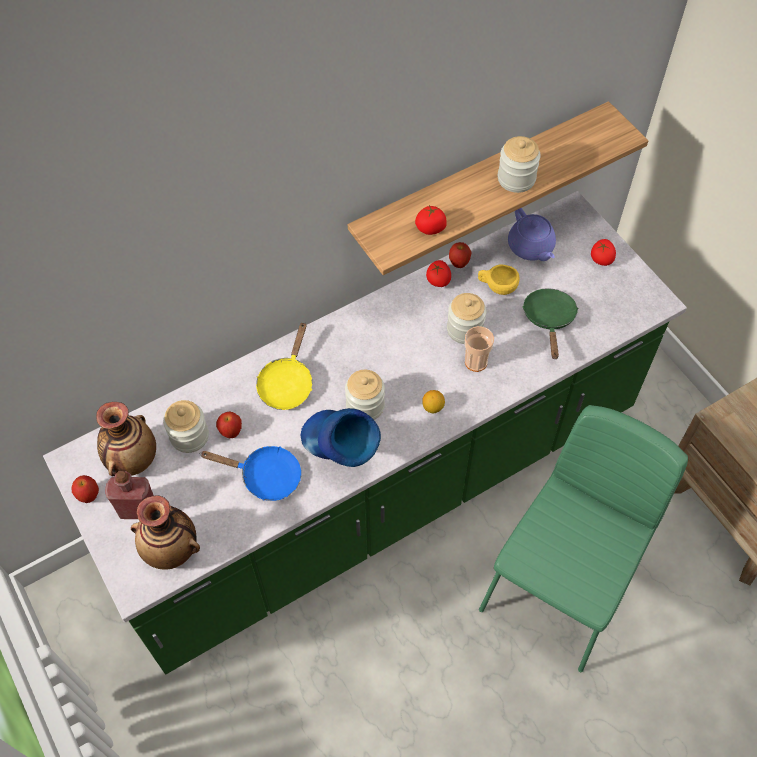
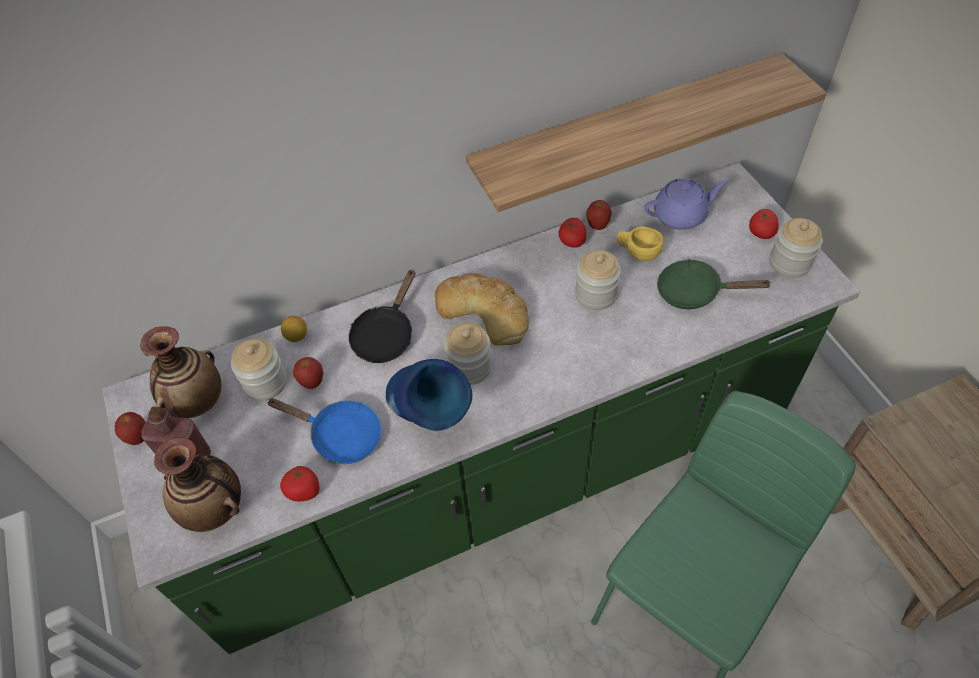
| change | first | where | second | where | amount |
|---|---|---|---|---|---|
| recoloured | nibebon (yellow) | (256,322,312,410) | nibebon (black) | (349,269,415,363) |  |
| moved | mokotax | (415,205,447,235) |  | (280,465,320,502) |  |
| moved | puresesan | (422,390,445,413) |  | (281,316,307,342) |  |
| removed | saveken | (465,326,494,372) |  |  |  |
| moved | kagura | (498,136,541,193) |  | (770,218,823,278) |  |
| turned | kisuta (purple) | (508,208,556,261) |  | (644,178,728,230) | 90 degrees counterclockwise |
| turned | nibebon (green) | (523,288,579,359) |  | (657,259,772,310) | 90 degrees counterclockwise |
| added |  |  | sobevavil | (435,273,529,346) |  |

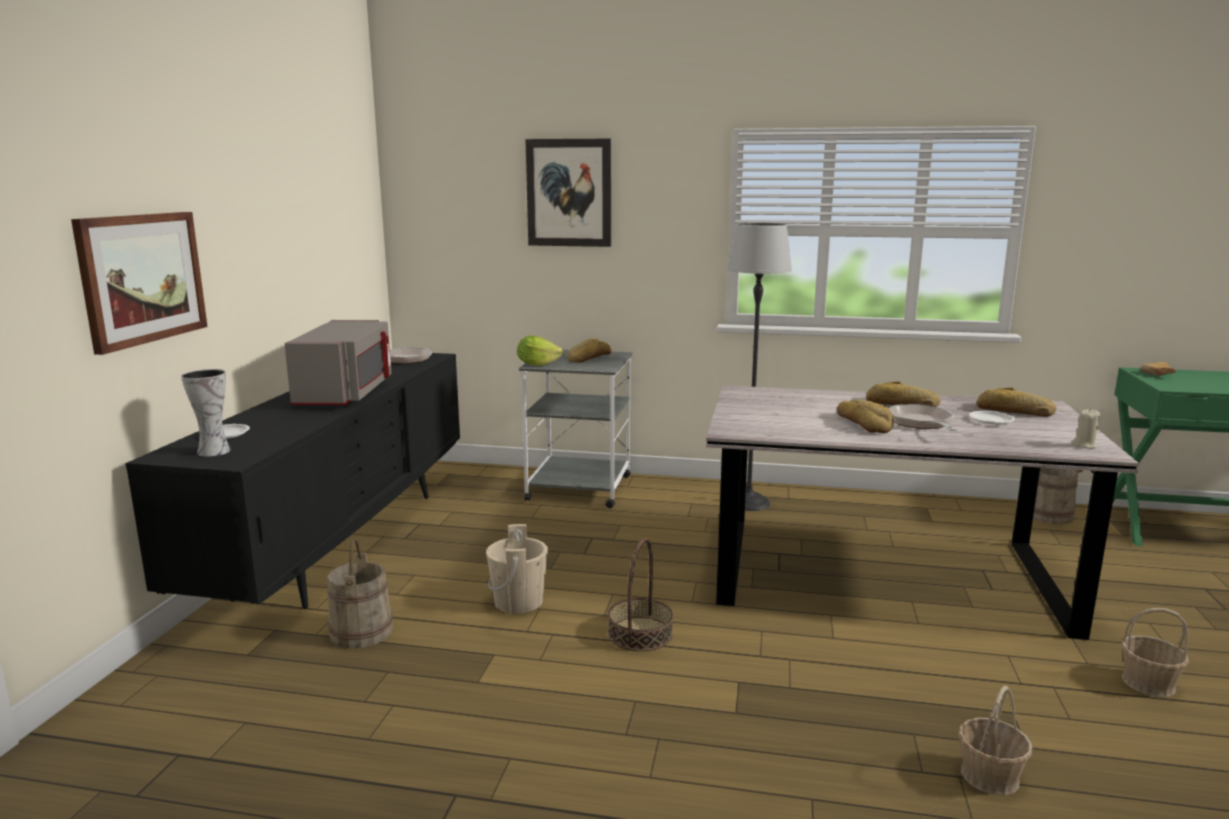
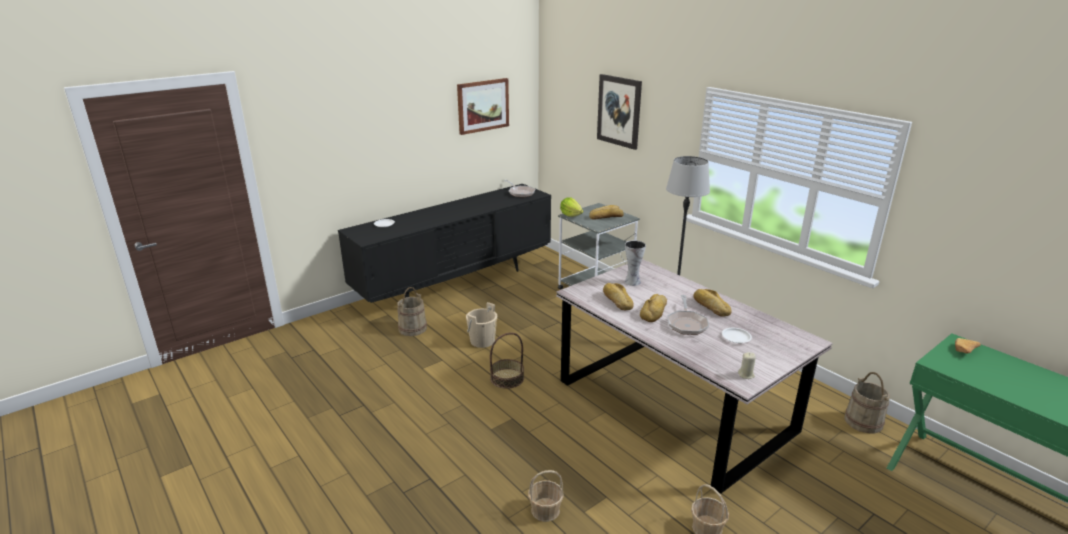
| change | first | where | second | where | amount |
|---|---|---|---|---|---|
| moved | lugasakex | (71,212,208,355) |  | (457,78,509,135) |  |
| moved | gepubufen | (181,369,231,457) |  | (625,240,646,286) |  |
| removed | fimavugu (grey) | (285,320,392,405) |  |  |  |
| turned | nibebon | (888,404,957,431) |  | (667,295,709,335) | 150 degrees clockwise |
| moved | sobevavil | (976,388,1056,417) |  | (603,283,634,310) |  |

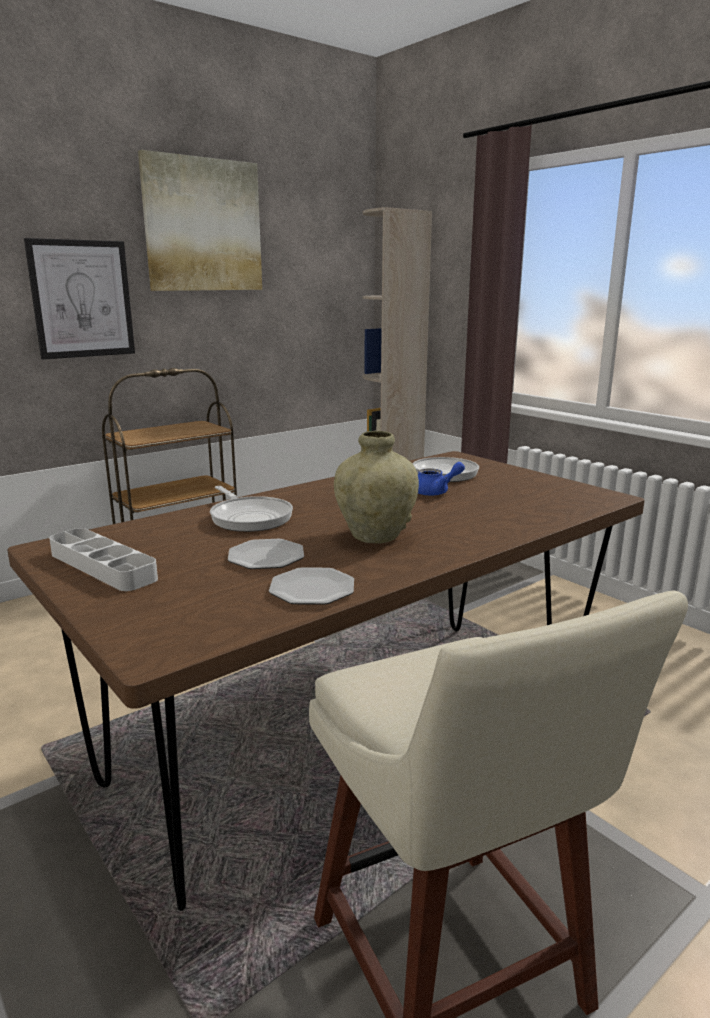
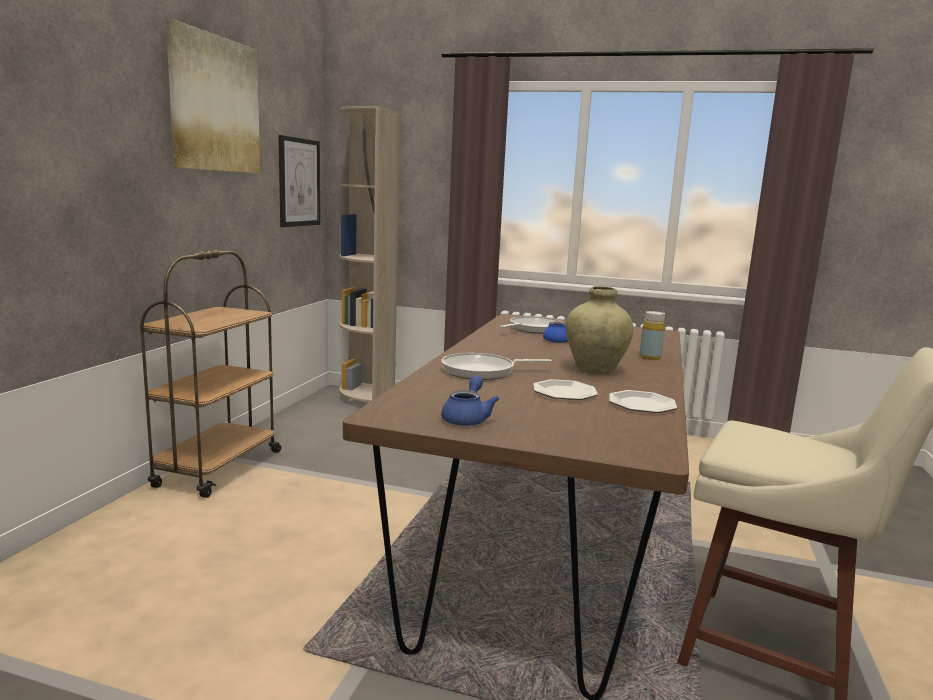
| change | first | where | second | where | amount |
|---|---|---|---|---|---|
| moved | lugasakex | (24,238,135,360) |  | (278,135,320,227) |  |
| replaced | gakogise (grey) | (49,528,158,591) | kisuta (blue) | (441,375,499,426) |  |
| turned | nibebon | (210,486,293,532) |  | (441,353,552,380) | 150 degrees clockwise |
| added |  |  | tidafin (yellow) | (640,311,665,360) |  |

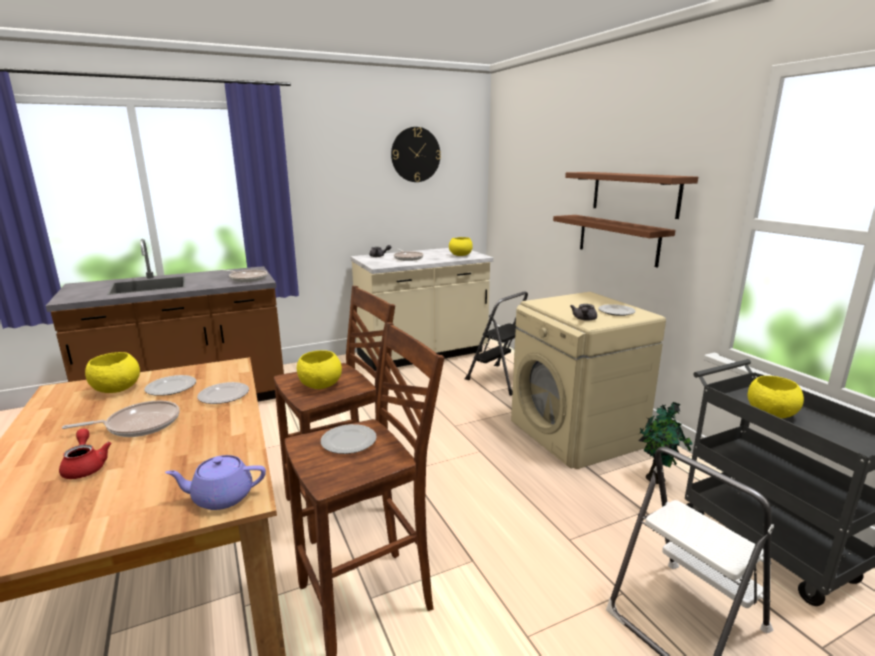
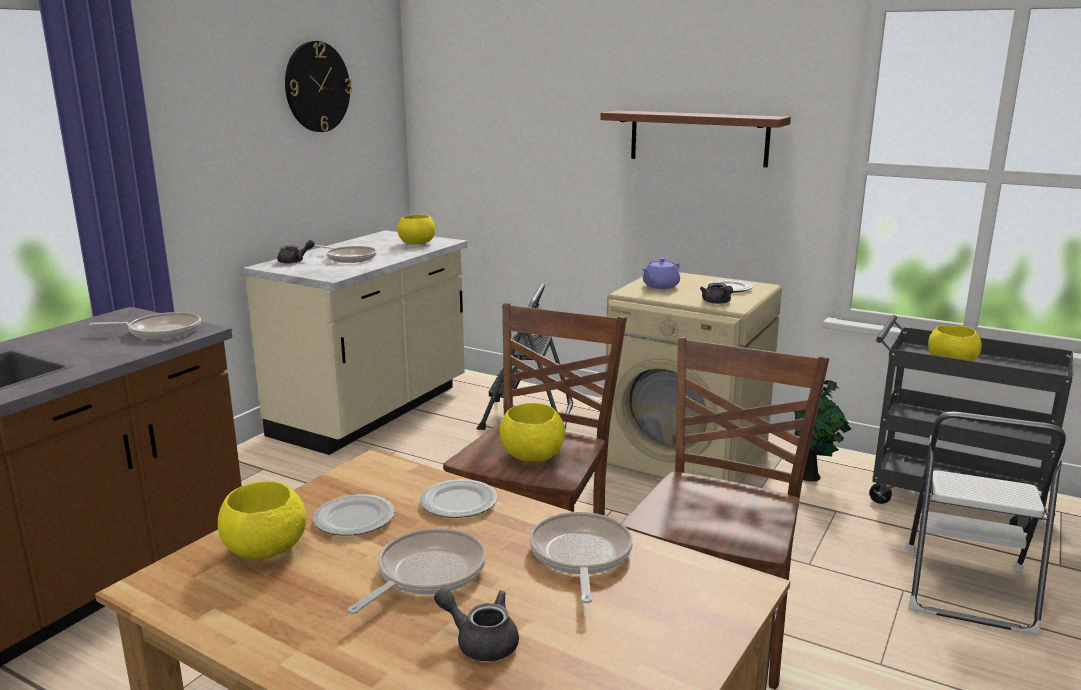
| change | first | where | second | where | amount |
|---|---|---|---|---|---|
| recoloured | kisuta (red) | (59,429,112,479) | kisuta (grey) | (434,588,519,661) |  |
| moved | kisuta (purple) | (165,455,266,510) |  | (642,258,680,289) |  |
| removed | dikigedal | (321,424,377,454) |  |  |  |
| removed | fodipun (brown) | (553,215,675,267) |  |  |  |
| added |  |  | nibebon | (529,512,633,603) |  |

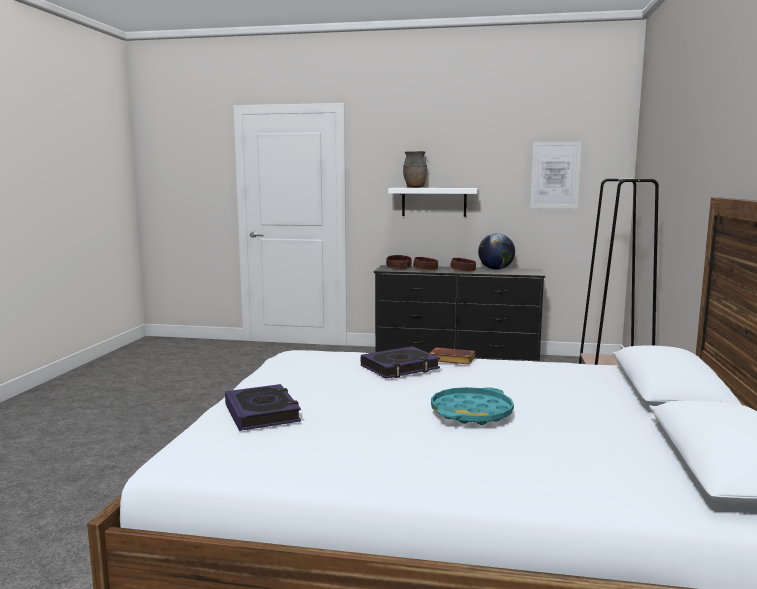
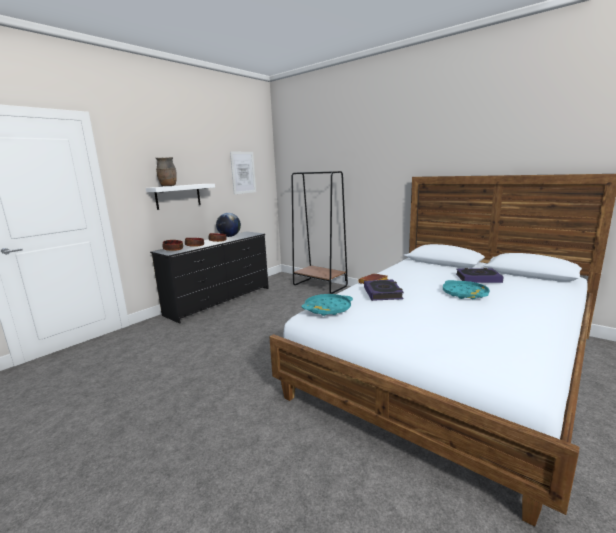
| change | first | where | second | where | amount |
|---|---|---|---|---|---|
| moved | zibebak | (225,384,301,431) |  | (456,268,504,283) |  |
| added |  |  | gakogise (turquoise) | (302,294,353,316) |  |

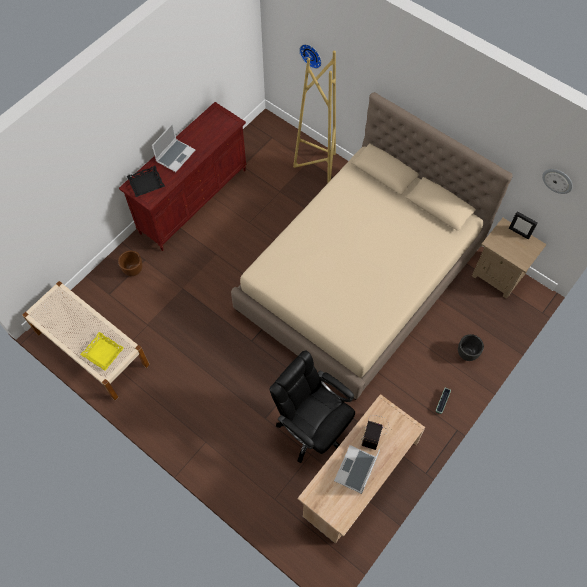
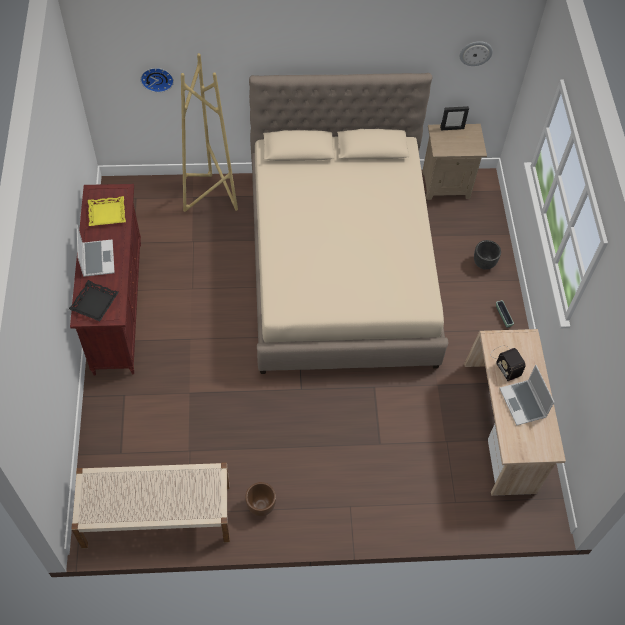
| change | first | where | second | where | amount |
|---|---|---|---|---|---|
| moved | gakogise (yellow) | (80,332,124,371) |  | (88,196,126,226) |  |
| moved | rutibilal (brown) | (118,251,143,276) |  | (245,482,276,516) |  |
| removed | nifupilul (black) | (269,350,355,463) |  |  |  |

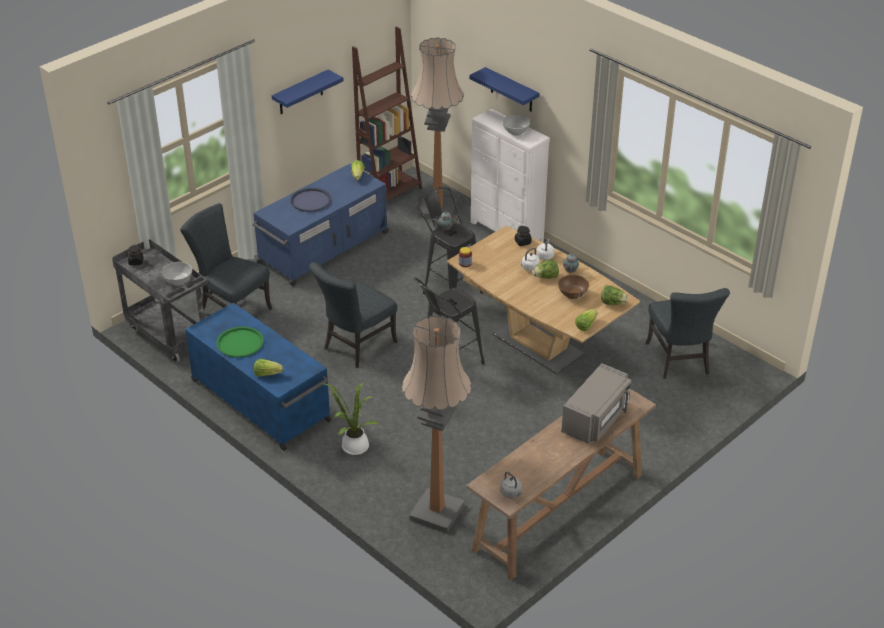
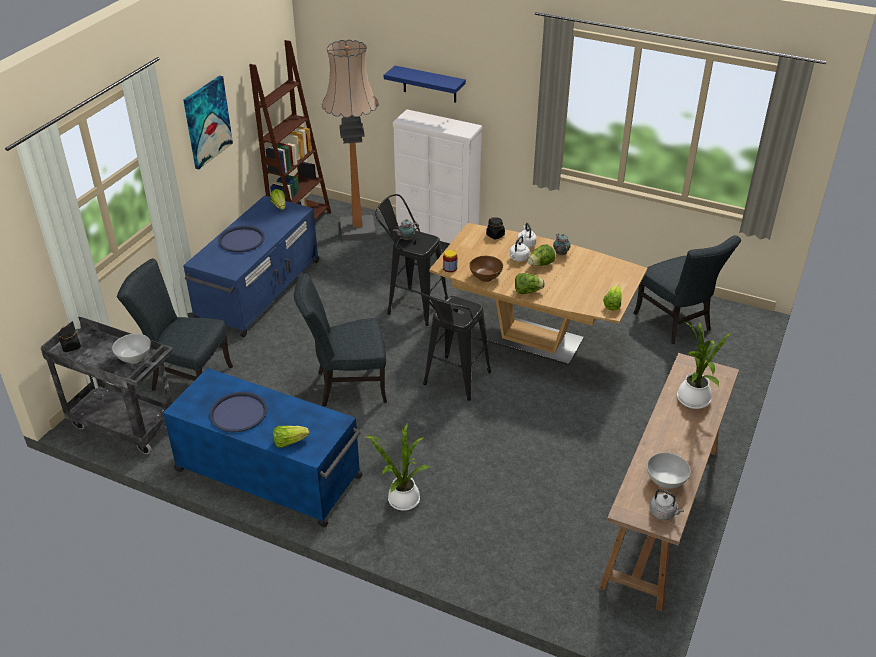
| change | first | where | second | where | amount |
|---|---|---|---|---|---|
| recoloured | gakogise (green) | (216,326,264,358) | gakogise (blue) | (209,392,267,432) |  |
| replaced | fodipun (blue) | (272,70,344,114) | lugasakex | (183,76,233,169) |  |
| turned | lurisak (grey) | (309,262,398,368) |  | (294,273,387,407) | 60 degrees clockwise |
| removed | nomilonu | (402,315,472,533) |  |  |  |
| moved | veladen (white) | (502,114,531,136) |  | (647,452,691,489) |  |
| moved | veladen (brown) | (558,275,589,299) |  | (469,256,503,282) |  |
| replaced | fimavugu (grey) | (561,363,631,443) | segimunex | (677,322,731,409) |  |
| moved | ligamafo | (601,285,628,305) |  | (515,273,545,294) |  |

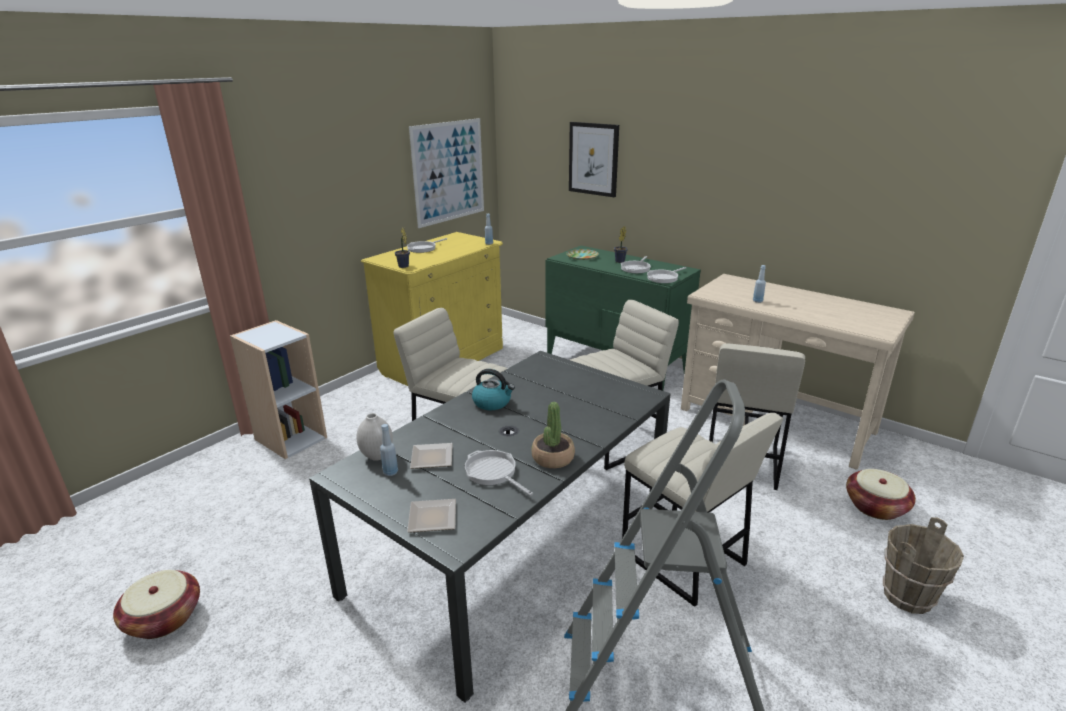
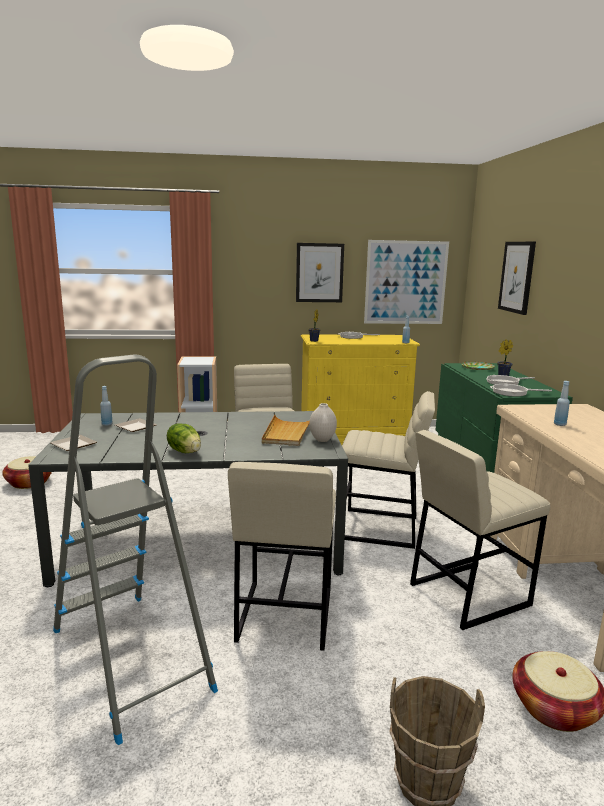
| change | first | where | second | where | amount |
|---|---|---|---|---|---|
| moved | gepubufen (white) | (356,413,393,461) |  | (309,403,337,442) |  |
| removed | nibebon | (465,450,533,496) |  |  |  |
| removed | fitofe | (472,369,515,410) |  |  |  |
| replaced | segimunex | (531,402,575,468) | ligamafo | (167,423,201,453) |  |
| added |  |  | gakogise (beige) | (262,415,310,446) |  |
| added |  |  | lugasakex | (296,243,344,302) |  |

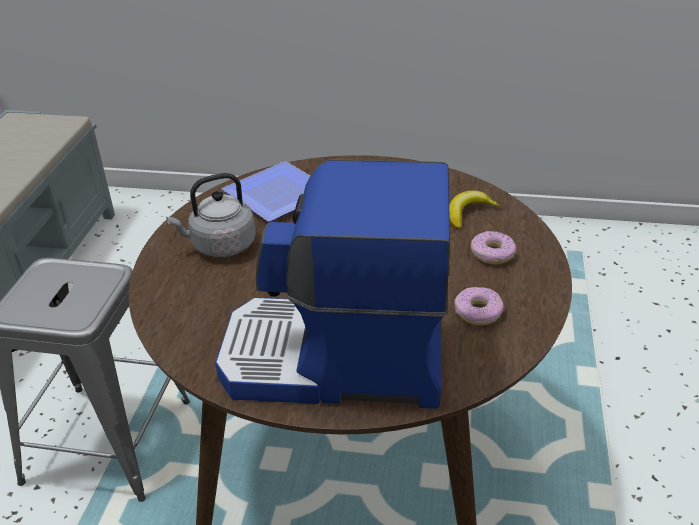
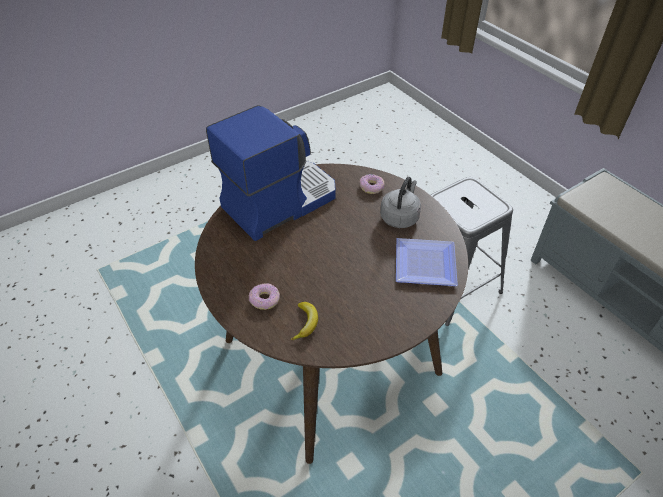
| change | first | where | second | where | amount |
|---|---|---|---|---|---|
| moved | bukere | (454,287,503,325) |  | (359,174,385,194) |  |

